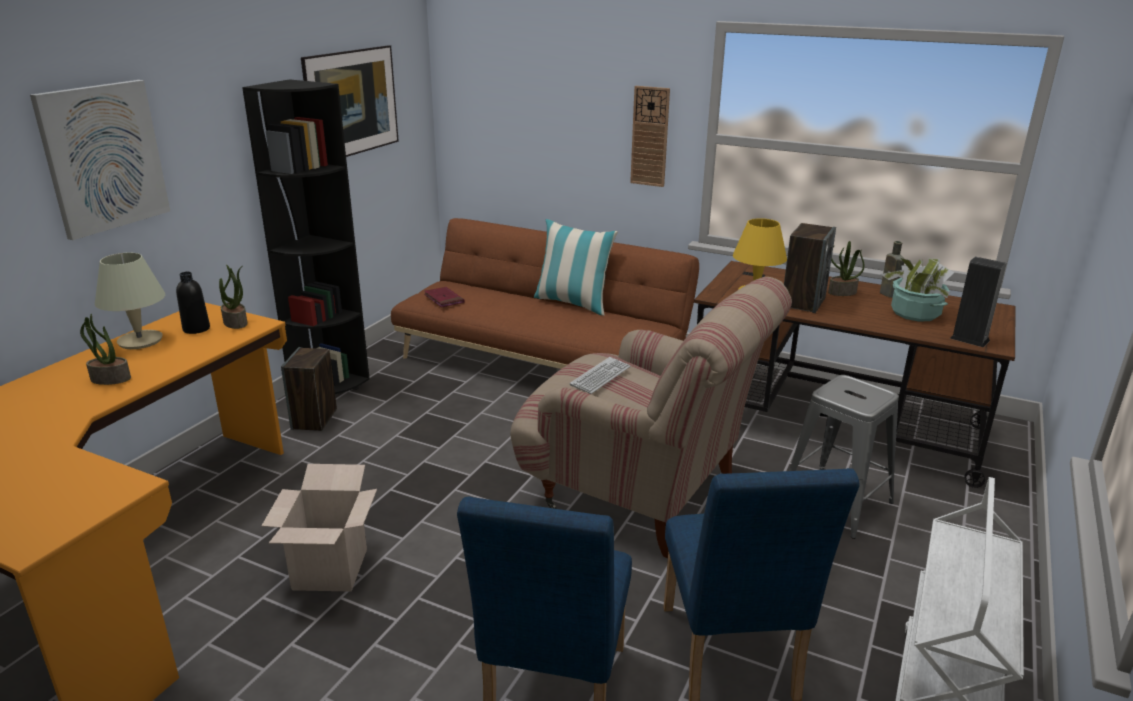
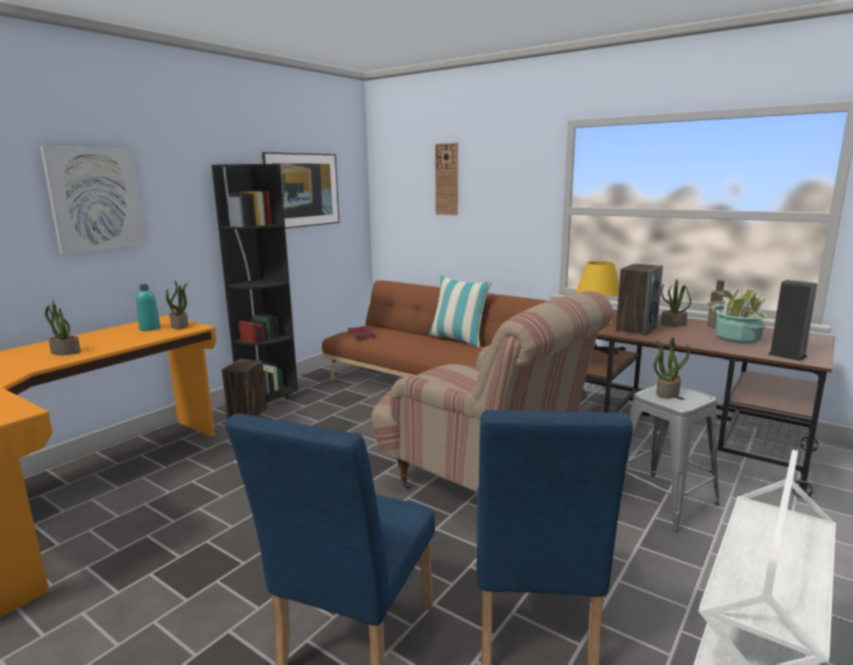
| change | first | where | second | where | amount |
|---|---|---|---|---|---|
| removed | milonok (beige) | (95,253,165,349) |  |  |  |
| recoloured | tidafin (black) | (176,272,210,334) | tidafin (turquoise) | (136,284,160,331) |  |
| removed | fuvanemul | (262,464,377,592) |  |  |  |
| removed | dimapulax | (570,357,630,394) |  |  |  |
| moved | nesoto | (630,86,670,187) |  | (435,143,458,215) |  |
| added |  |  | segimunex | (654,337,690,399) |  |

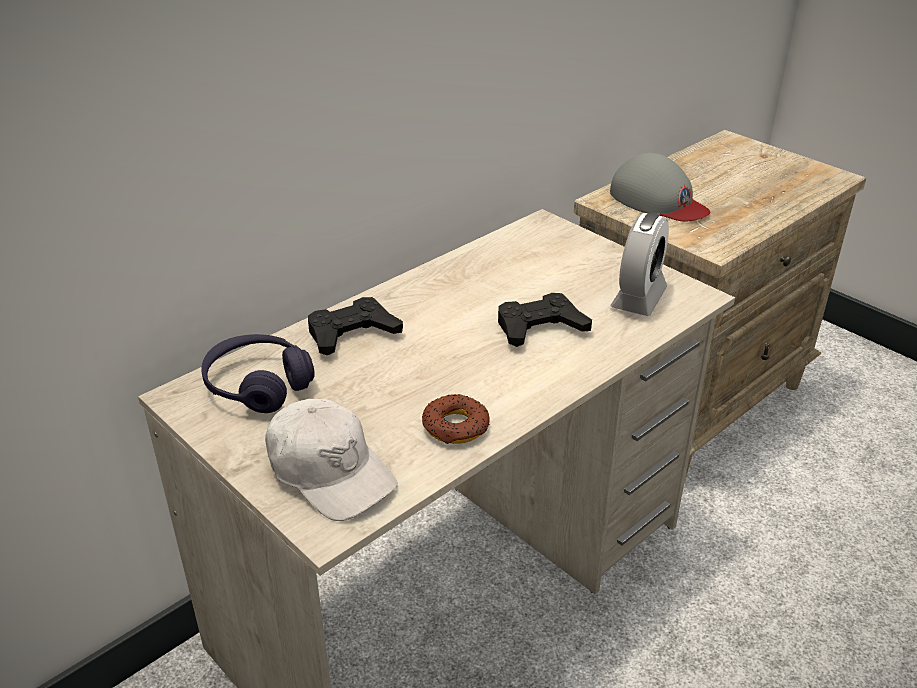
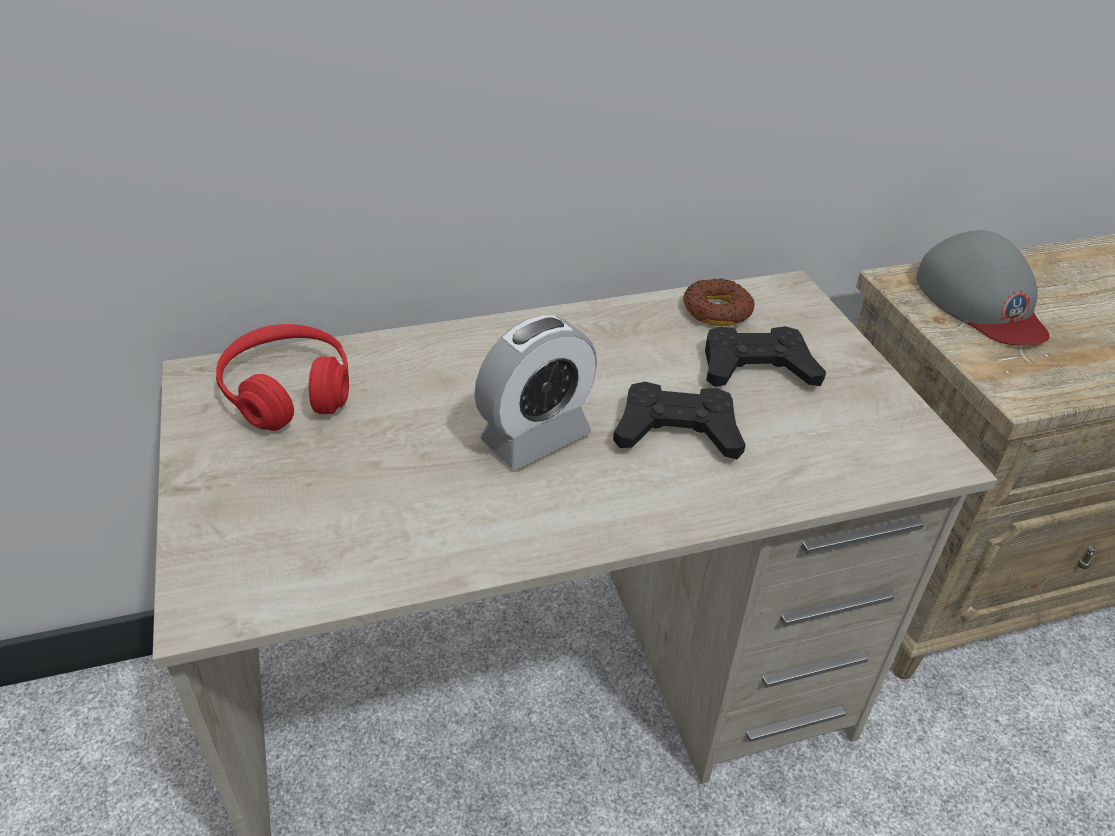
| change | first | where | second | where | amount |
|---|---|---|---|---|---|
| recoloured | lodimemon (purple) | (201,334,315,413) | lodimemon (red) | (216,324,349,431) |  |
| removed | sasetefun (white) | (265,399,398,521) |  |  |  |
| moved | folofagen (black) | (308,297,403,356) |  | (705,326,826,387) |  |
| moved | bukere | (422,394,490,444) |  | (683,279,755,326) |  |
| moved | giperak | (610,213,669,316) |  | (475,315,597,469) |  |

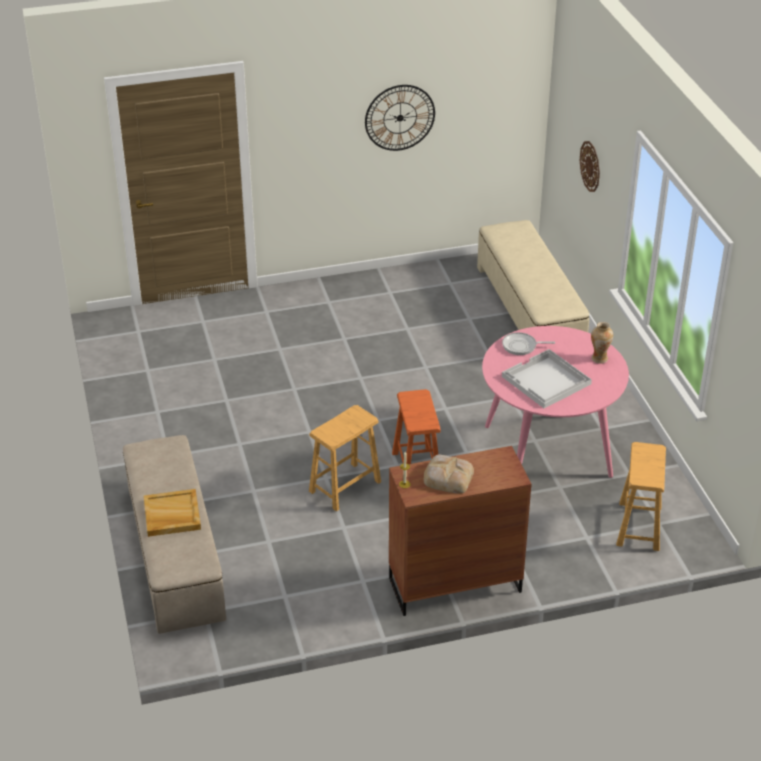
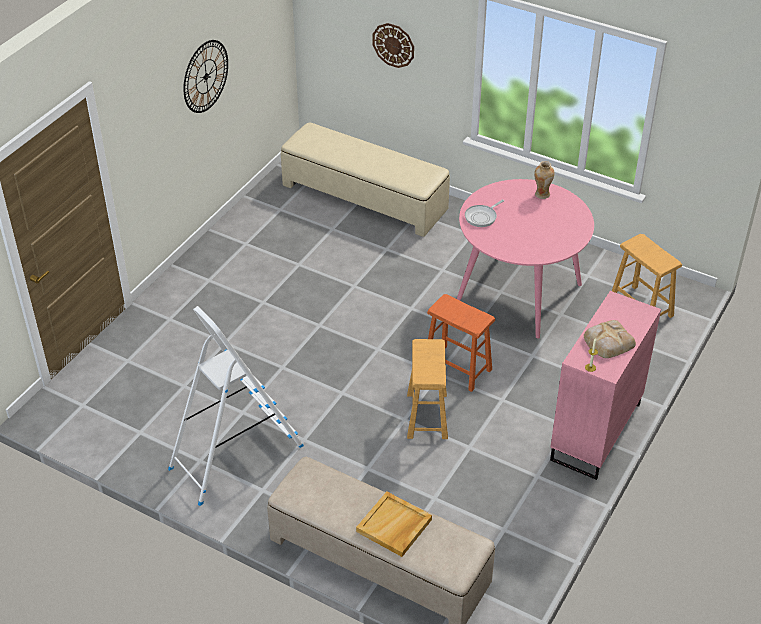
| change | first | where | second | where | amount |
|---|---|---|---|---|---|
| recoloured | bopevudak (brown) | (389,446,532,616) | bopevudak (pink) | (550,291,661,480) |  |
| removed | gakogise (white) | (502,349,592,408) |  |  |  |
| added |  |  | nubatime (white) | (168,306,304,506) |  |

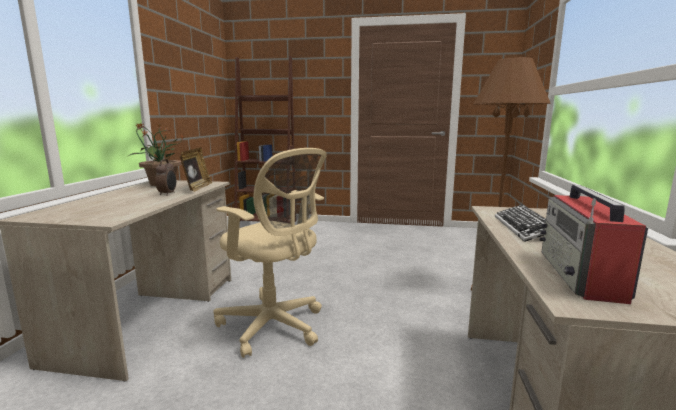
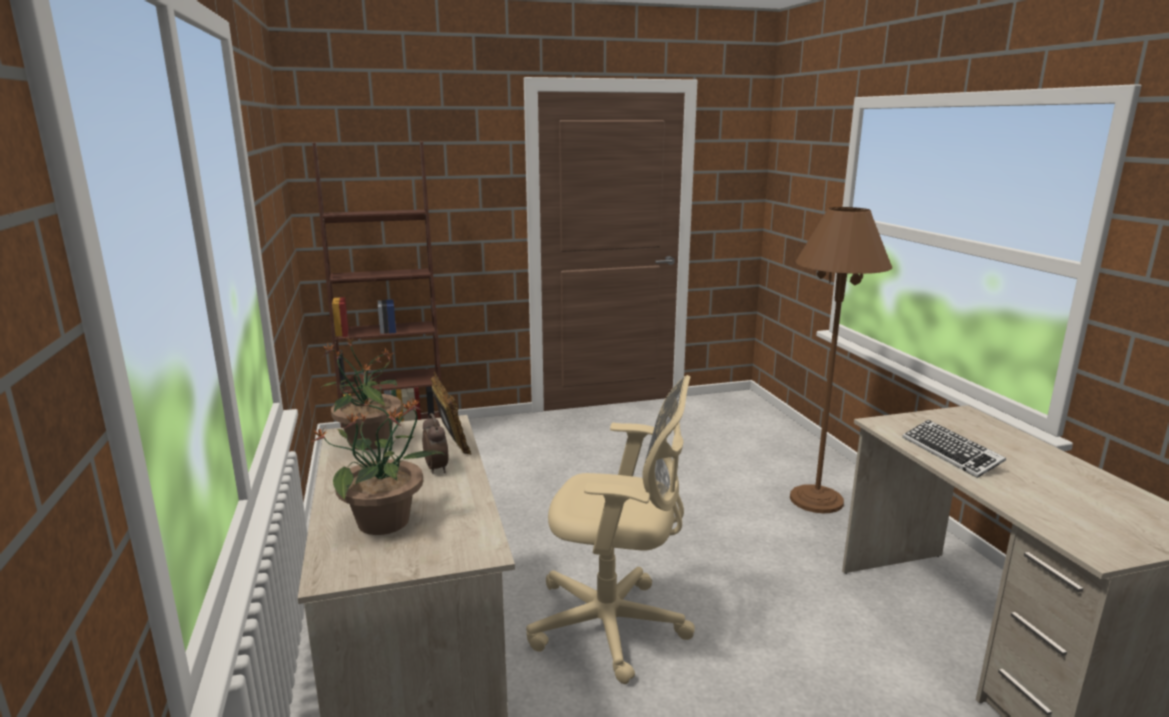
| change | first | where | second | where | amount |
|---|---|---|---|---|---|
| removed | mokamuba | (539,185,648,304) |  |  |  |
| added |  |  | segimunex | (312,397,445,535) |  |

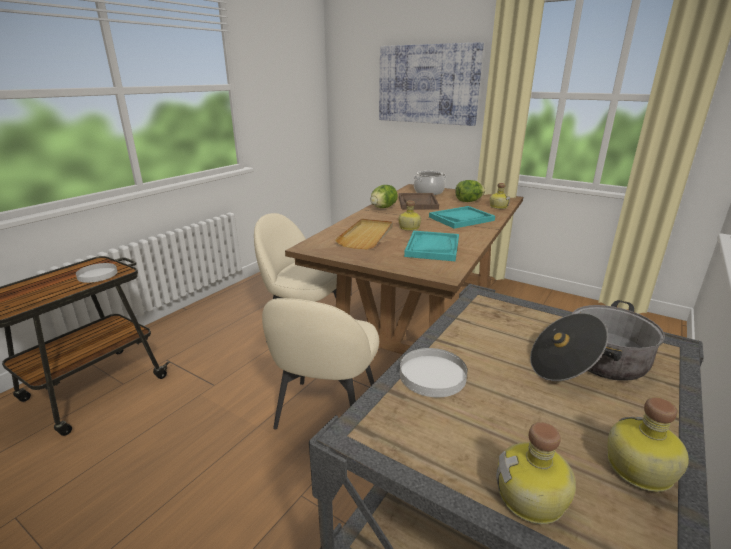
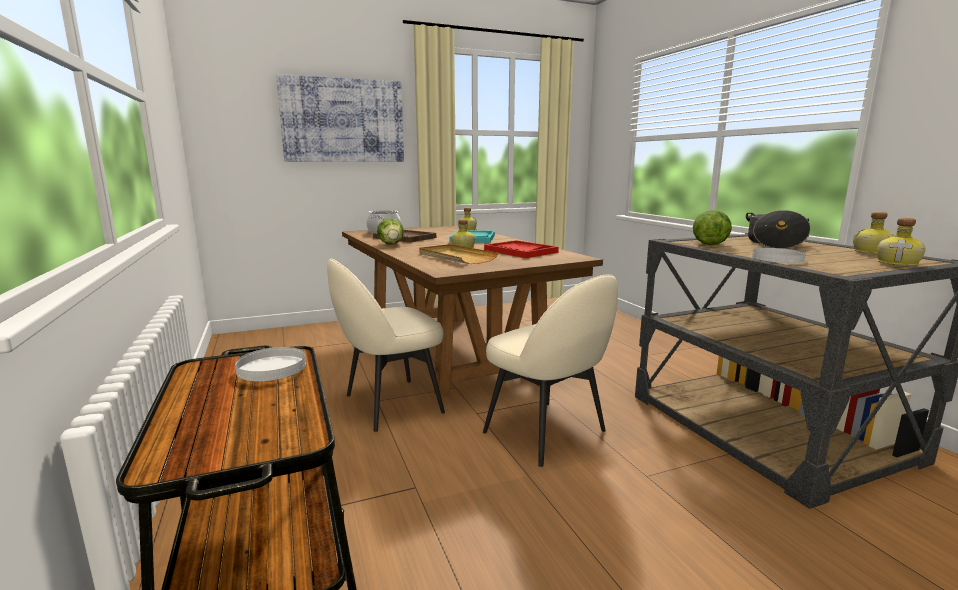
| change | first | where | second | where | amount |
|---|---|---|---|---|---|
| recoloured | gakogise (turquoise) | (404,231,459,261) | gakogise (red) | (484,240,559,258) |  |
| moved | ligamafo | (455,180,486,202) |  | (693,210,732,245) |  |

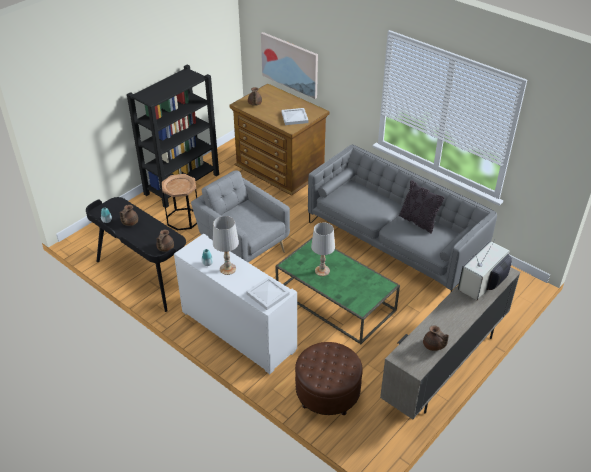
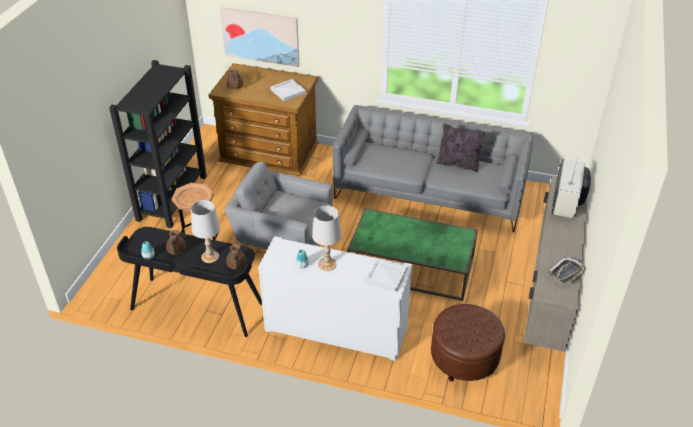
| change | first | where | second | where | amount |
|---|---|---|---|---|---|
| moved | milonok (white) | (311,222,335,276) |  | (191,200,220,263) |  |
| replaced | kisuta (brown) | (423,325,449,351) | gakogise | (548,257,586,284) |  |

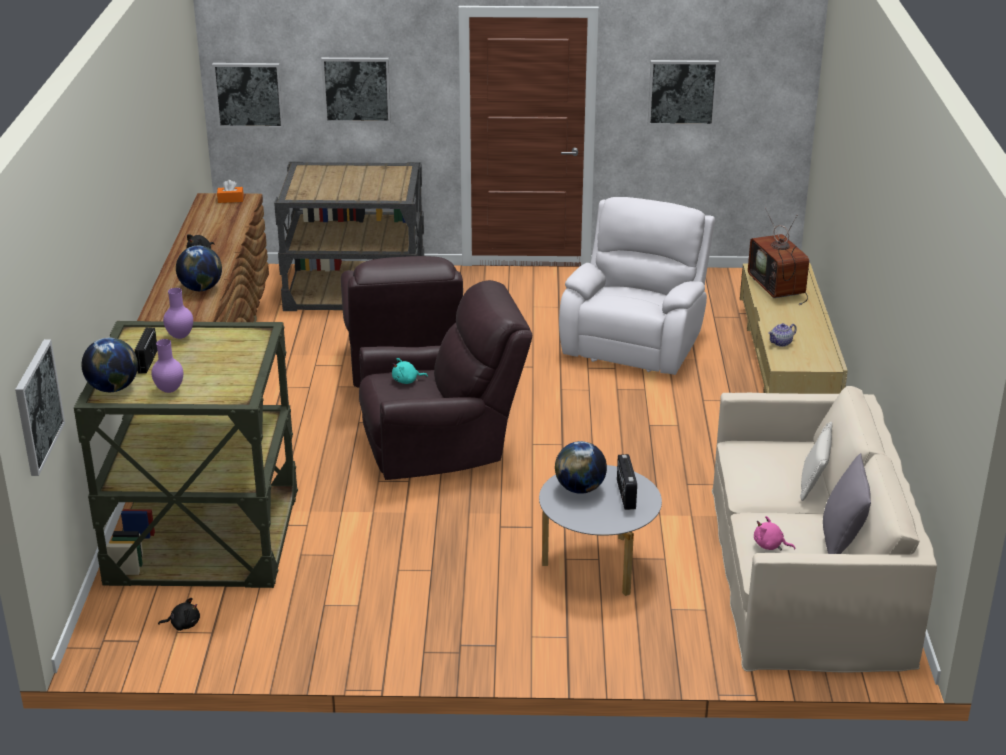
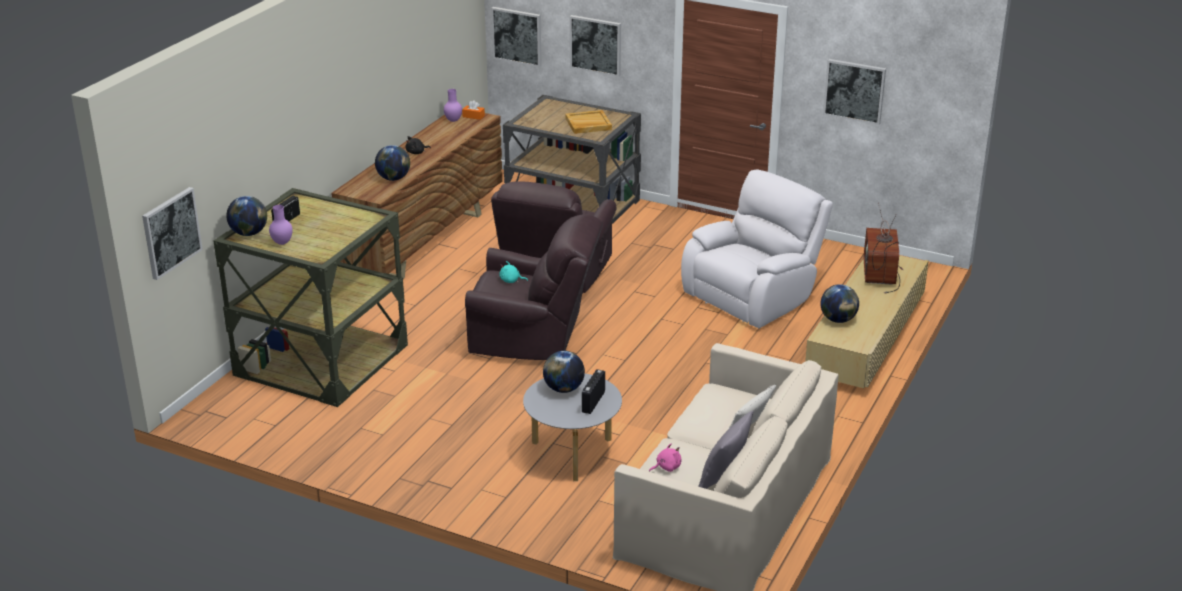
| change | first | where | second | where | amount |
|---|---|---|---|---|---|
| removed | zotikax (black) | (158,598,200,631) |  |  |  |
| moved | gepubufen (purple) | (163,288,193,339) |  | (444,89,462,122) |  |
| turned | zotikax (pink) | (754,516,795,551) |  | (649,443,681,472) | 105 degrees clockwise |
| replaced | kisuta | (768,323,797,347) | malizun | (820,284,859,323) |  |
| added |  |  | gakogise (beige) | (565,110,612,134) |  |

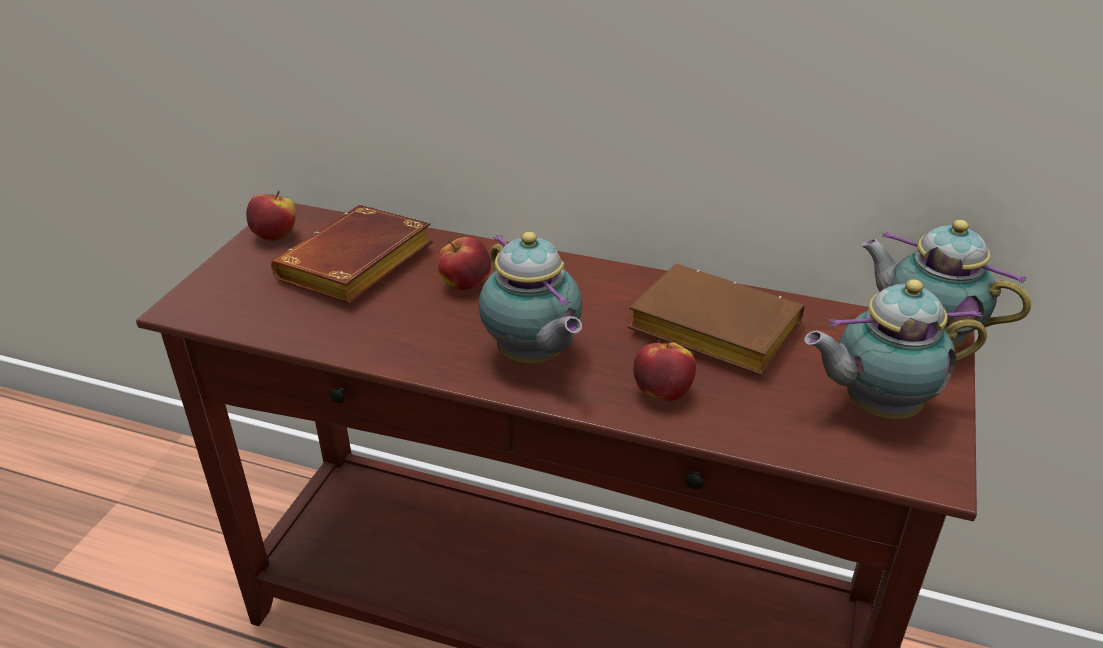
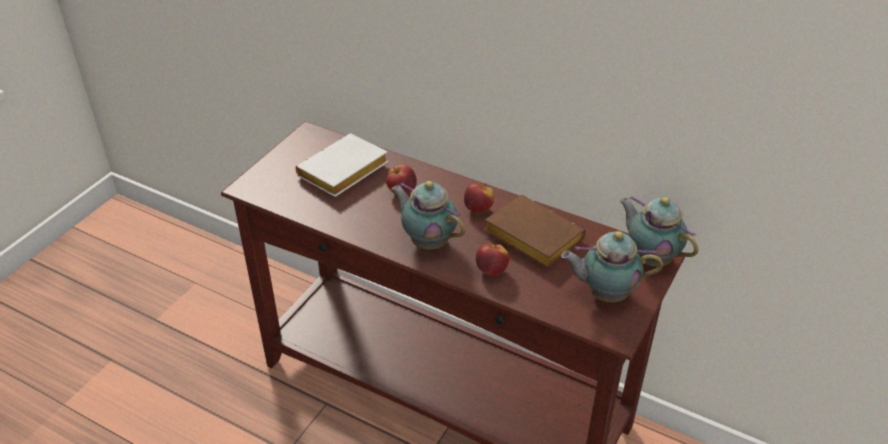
| change | first | where | second | where | amount |
|---|---|---|---|---|---|
| moved | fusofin | (246,191,296,241) |  | (464,183,494,214) |  |
| recoloured | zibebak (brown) | (271,205,433,304) | zibebak (white) | (296,134,389,197) |  |
| turned | kisuta | (479,232,582,363) |  | (392,181,465,250) | 150 degrees clockwise |

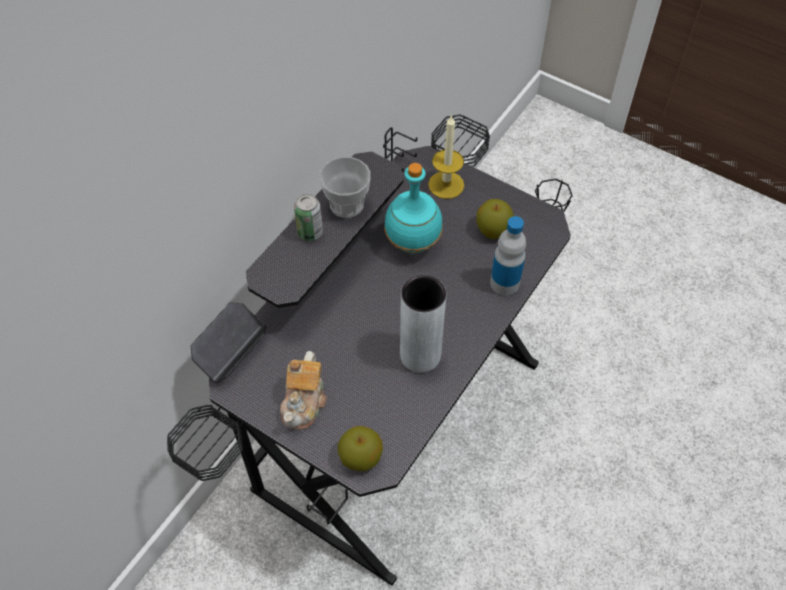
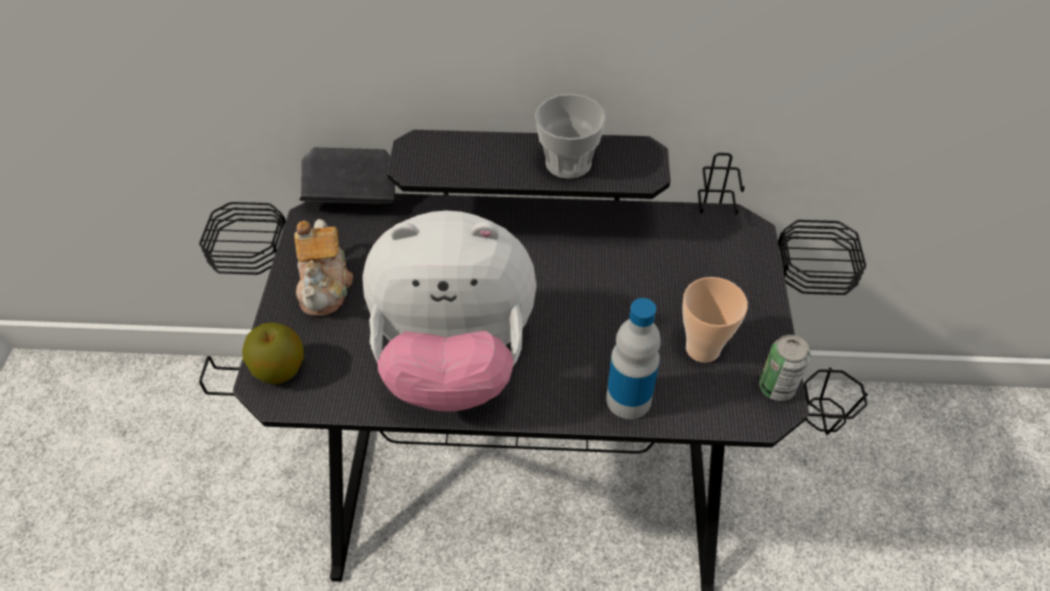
| change | first | where | second | where | amount |
|---|---|---|---|---|---|
| turned | kisuta | (280,351,327,430) |  | (294,219,353,316) | 75 degrees counterclockwise |
| moved | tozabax | (294,194,323,241) |  | (759,335,810,401) |  |
| removed | tidafin (turquoise) | (384,163,443,254) |  |  |  |
| replaced | gepubufen (grey) | (400,275,446,373) | zotikax | (363,210,537,412) |  |
| removed | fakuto | (428,115,464,199) |  |  |  |
| replaced | fusofin | (476,199,514,239) | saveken | (682,277,748,363) |  |

